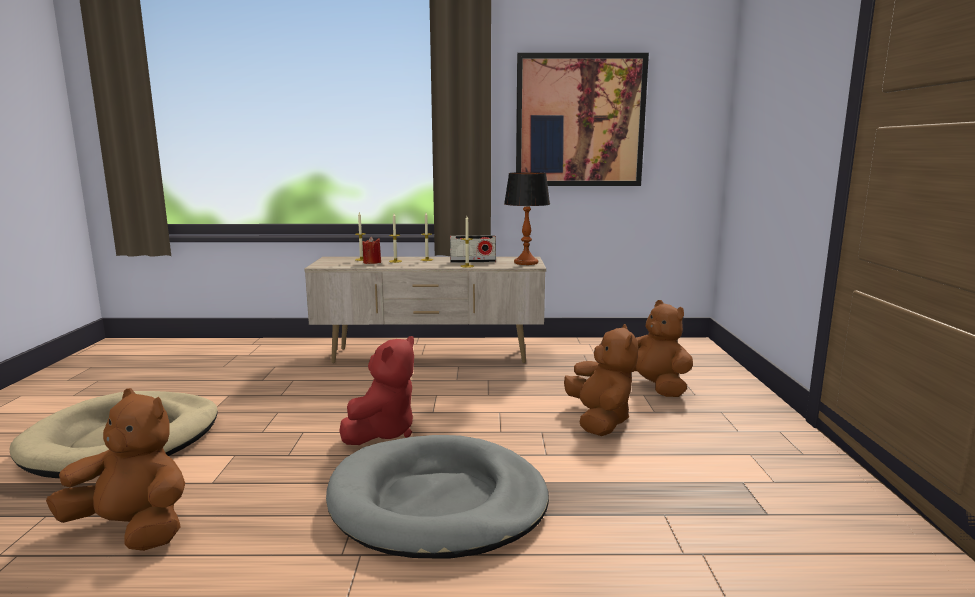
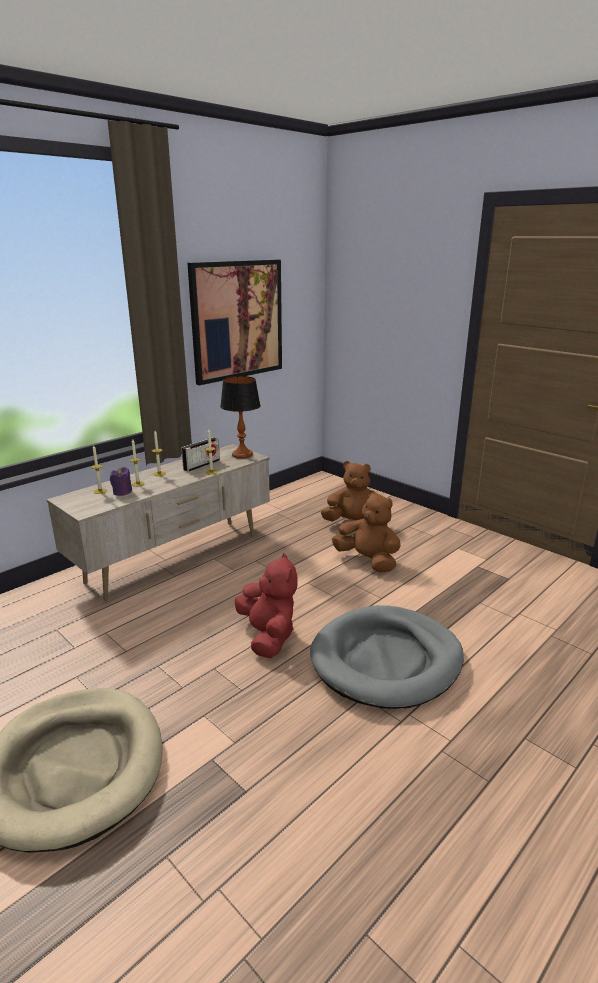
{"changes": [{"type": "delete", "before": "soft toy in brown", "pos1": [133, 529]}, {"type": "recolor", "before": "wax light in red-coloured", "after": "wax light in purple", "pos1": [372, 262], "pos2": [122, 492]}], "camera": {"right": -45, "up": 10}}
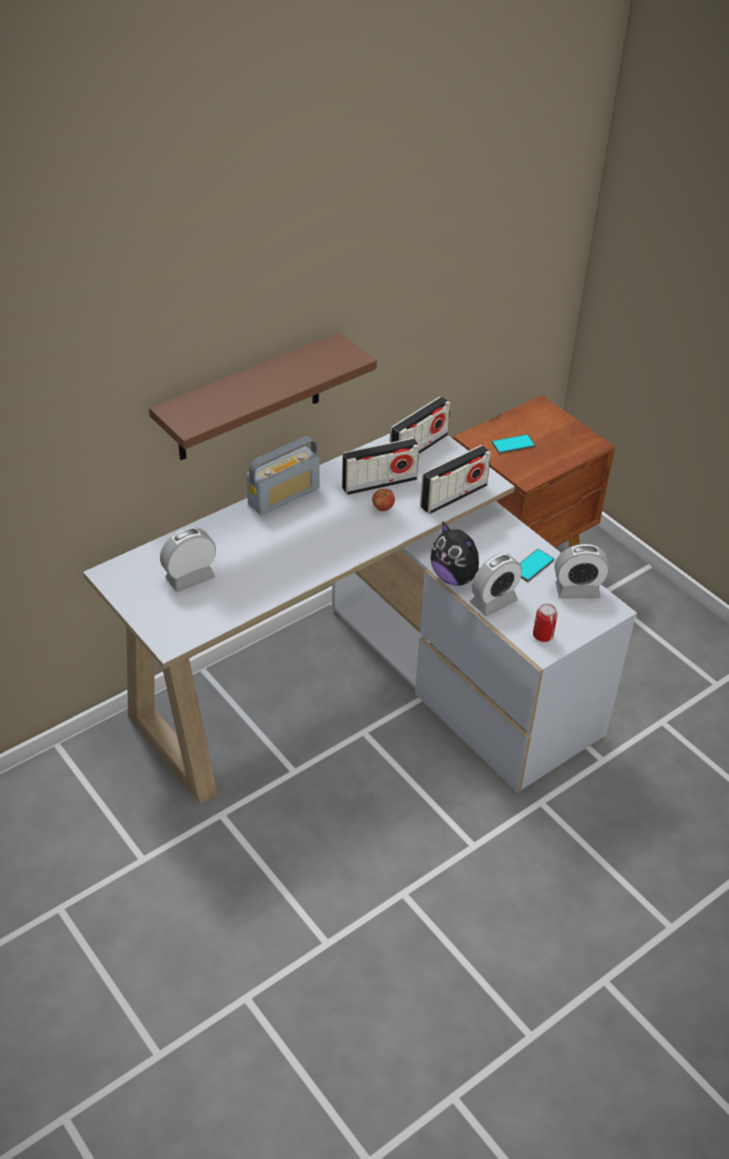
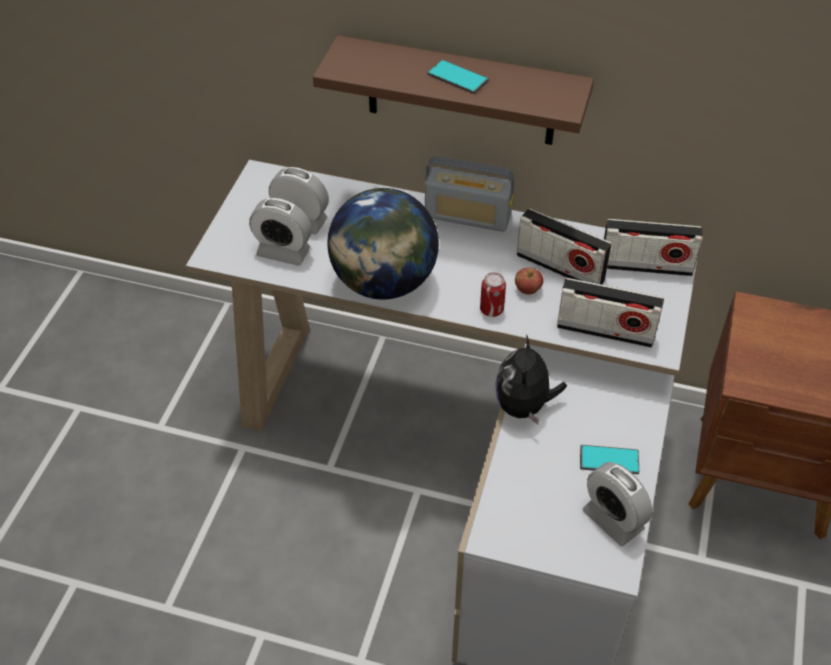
{"changes": [{"type": "move", "before": "bedside clock", "pos1": [493, 602], "pos2": [283, 252]}, {"type": "move", "before": "telephone", "pos1": [513, 444], "pos2": [458, 77]}, {"type": "move", "before": "can", "pos1": [542, 636], "pos2": [491, 309]}, {"type": "insert", "after": "desk globe", "pos2": [384, 282]}], "camera": {"right": 55, "up": 5}}
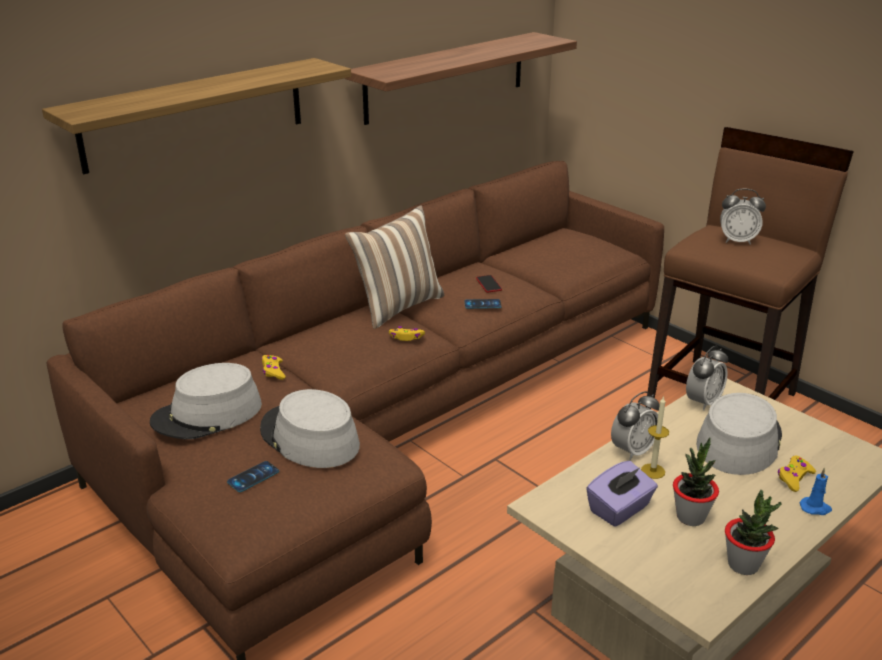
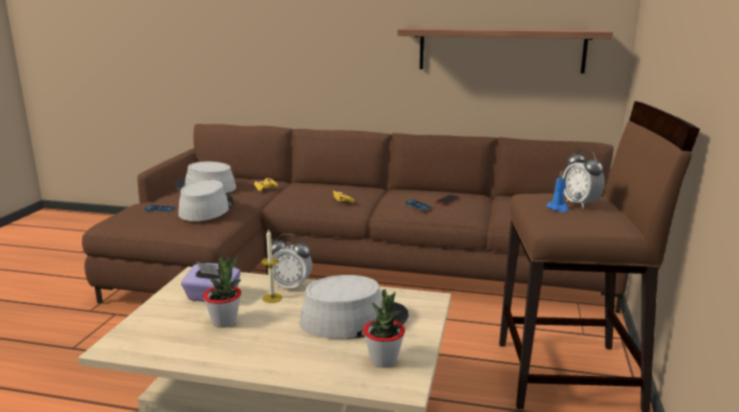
{"changes": [{"type": "delete", "before": "bracket shelf", "pos1": [195, 114]}, {"type": "delete", "before": "pillow", "pos1": [397, 307]}, {"type": "delete", "before": "bedside clock", "pos1": [703, 402]}, {"type": "move", "before": "houseplant", "pos1": [743, 565], "pos2": [383, 360]}, {"type": "delete", "before": "gamepad in yellowish", "pos1": [794, 478]}, {"type": "move", "before": "wax light in bluish", "pos1": [815, 508], "pos2": [558, 208]}], "camera": {"right": 55, "up": -10}}
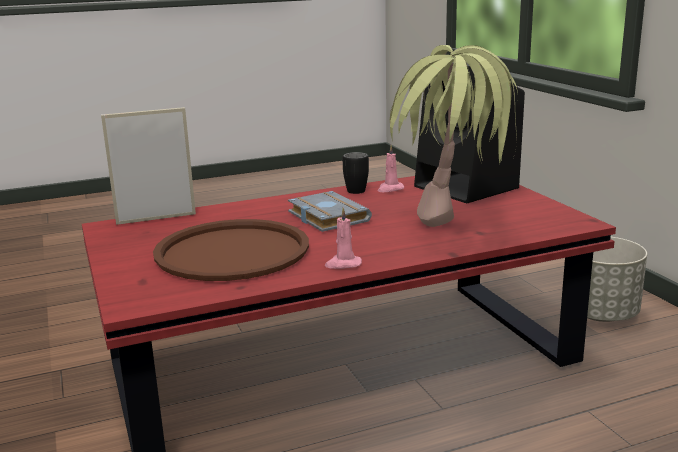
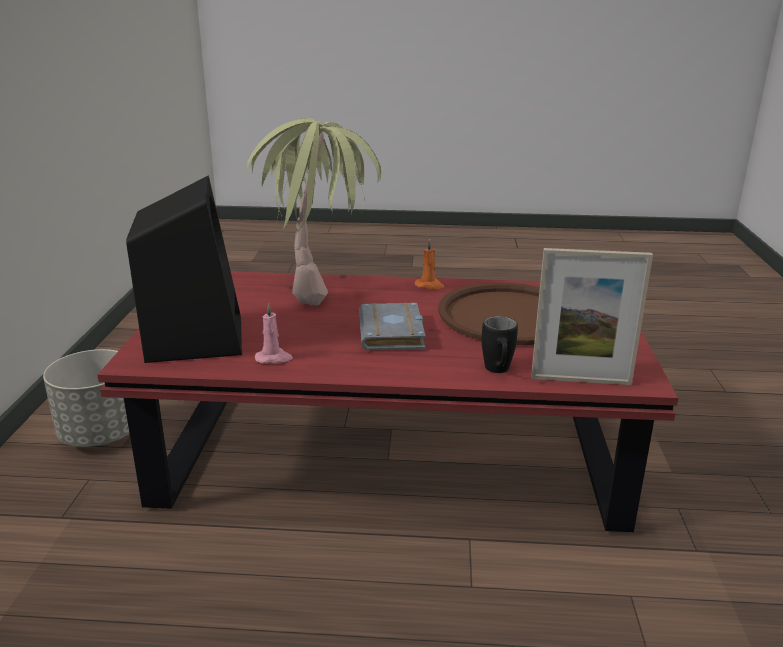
{"changes": [{"type": "recolor", "before": "wax light in pinkish", "after": "wax light in orange-coloured", "pos1": [343, 264], "pos2": [429, 285]}, {"type": "move", "before": "mug in black", "pos1": [353, 189], "pos2": [498, 371]}], "camera": {"right": -155, "up": 5}}
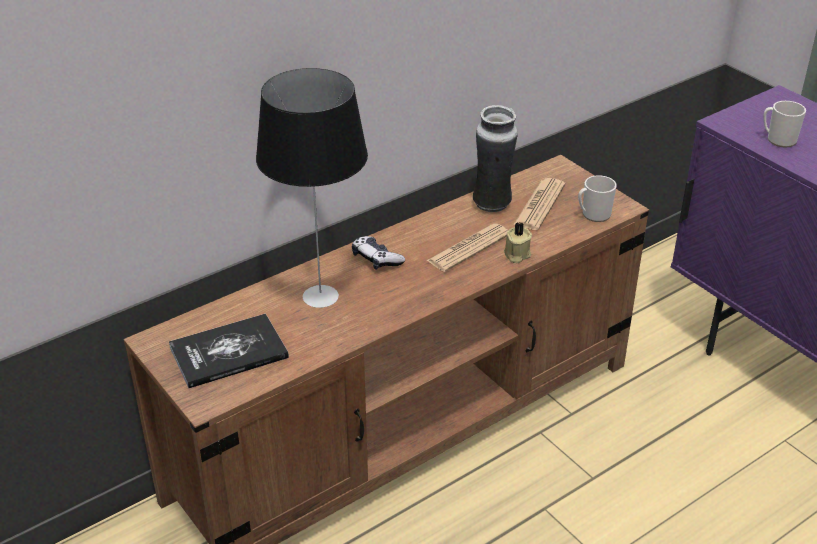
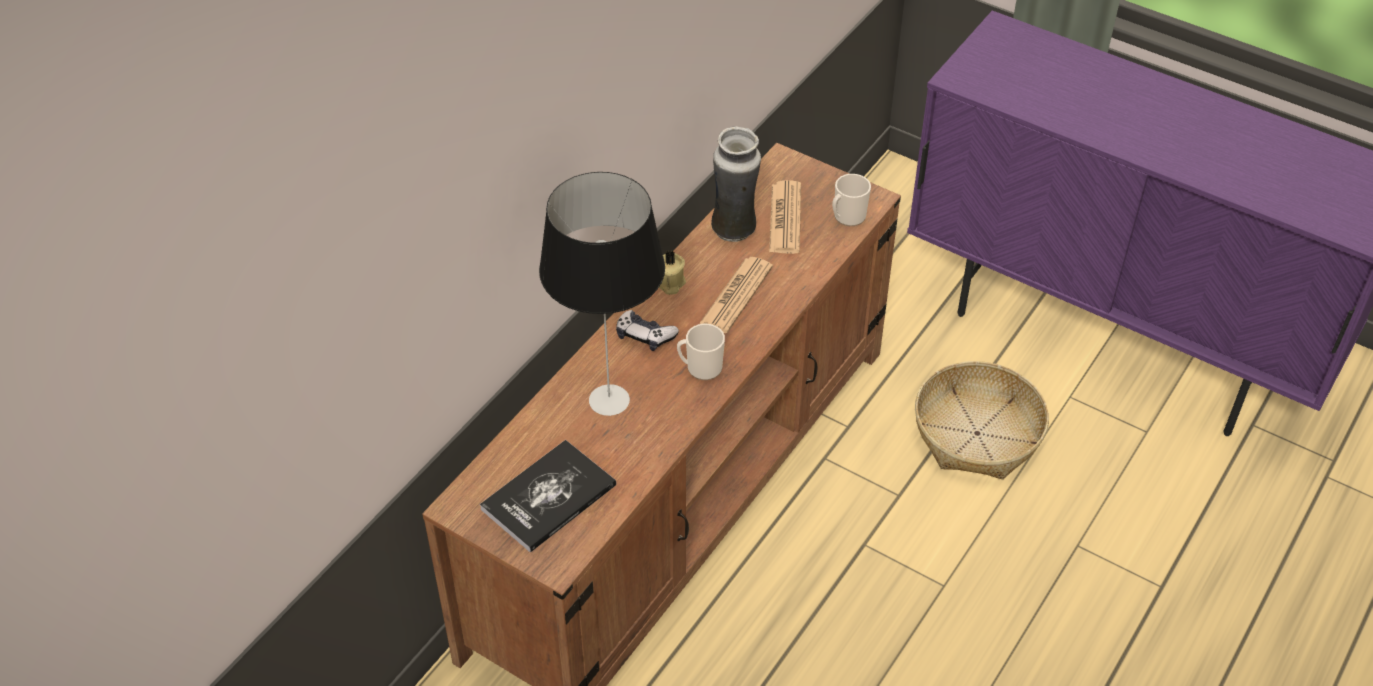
{"changes": [{"type": "move", "before": "wax light in beige-coloured", "pos1": [516, 255], "pos2": [669, 283]}, {"type": "move", "before": "mug", "pos1": [778, 139], "pos2": [700, 368]}, {"type": "insert", "after": "household basket", "pos2": [976, 434]}], "camera": {"right": -20, "up": 10}}
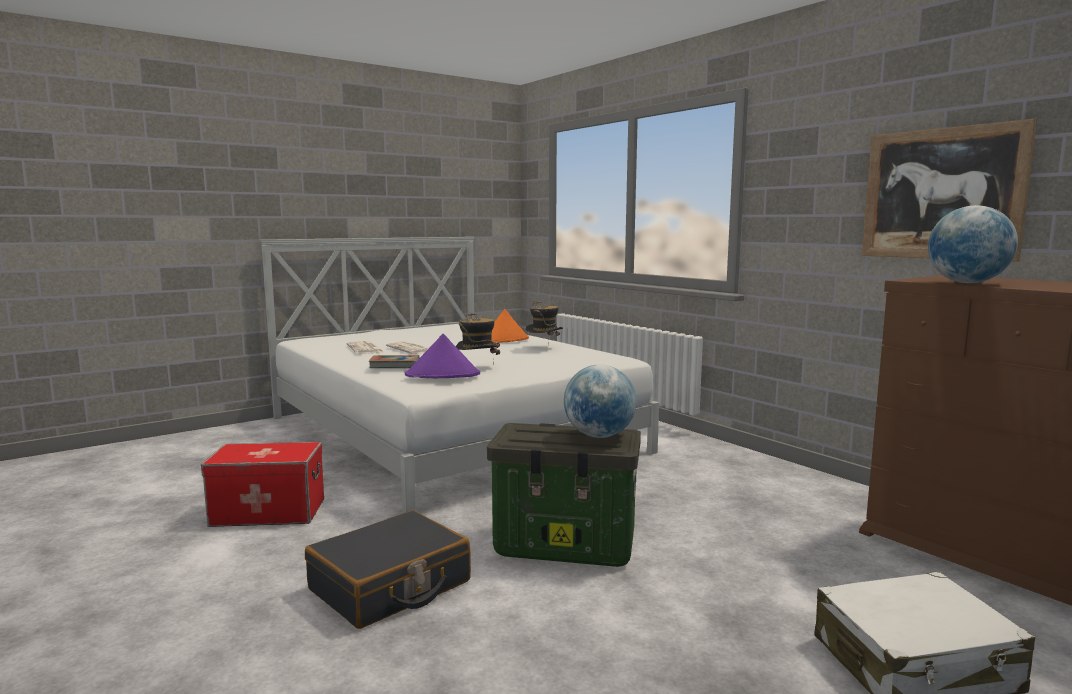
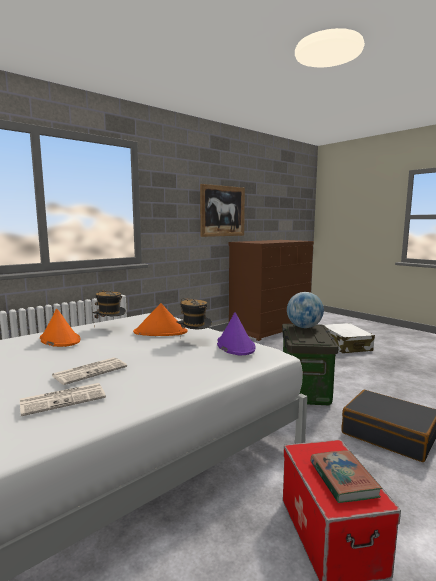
{"changes": [{"type": "move", "before": "bound book", "pos1": [395, 365], "pos2": [343, 479]}, {"type": "delete", "before": "desk globe", "pos1": [967, 283]}, {"type": "insert", "after": "wearable hat in orange-coloured", "pos2": [160, 332]}], "camera": {"right": -95, "up": 0}}
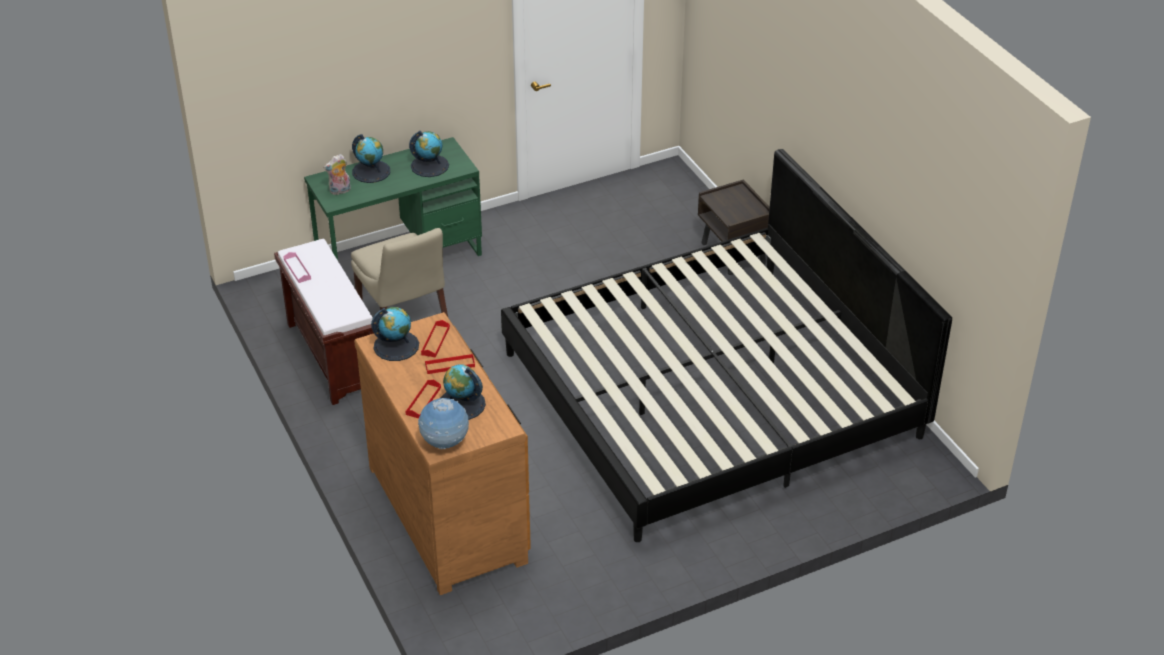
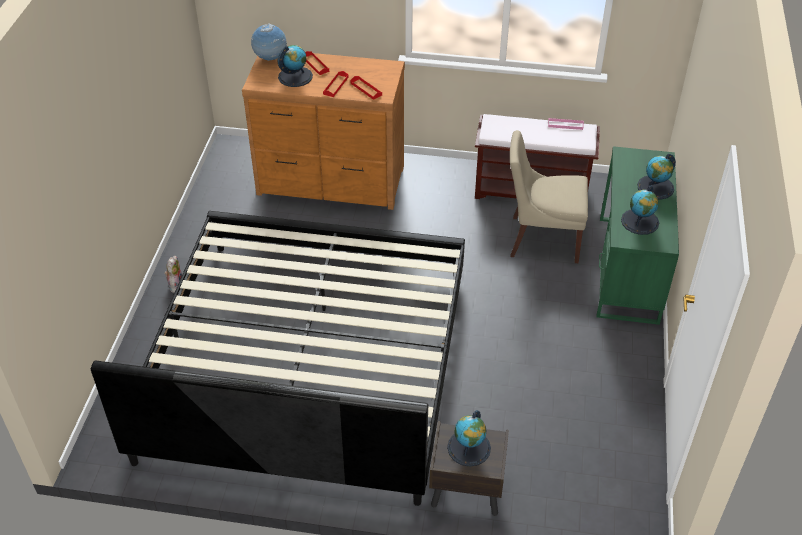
{"changes": [{"type": "move", "before": "soft toy", "pos1": [340, 191], "pos2": [176, 285]}, {"type": "move", "before": "desk globe", "pos1": [396, 346], "pos2": [469, 448]}], "camera": {"right": 125, "up": 5}}
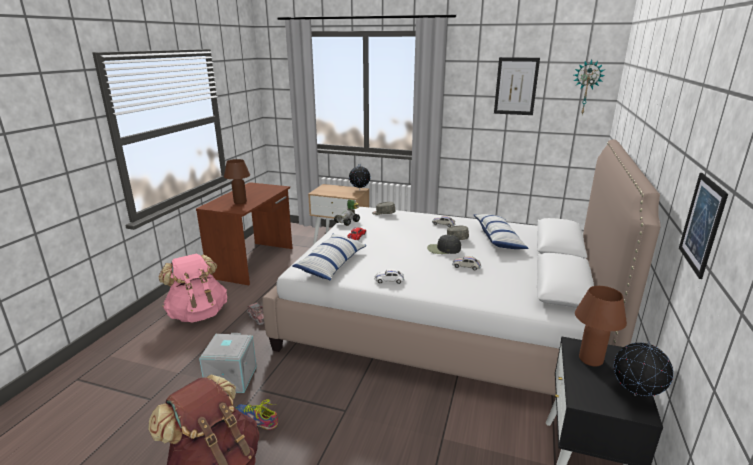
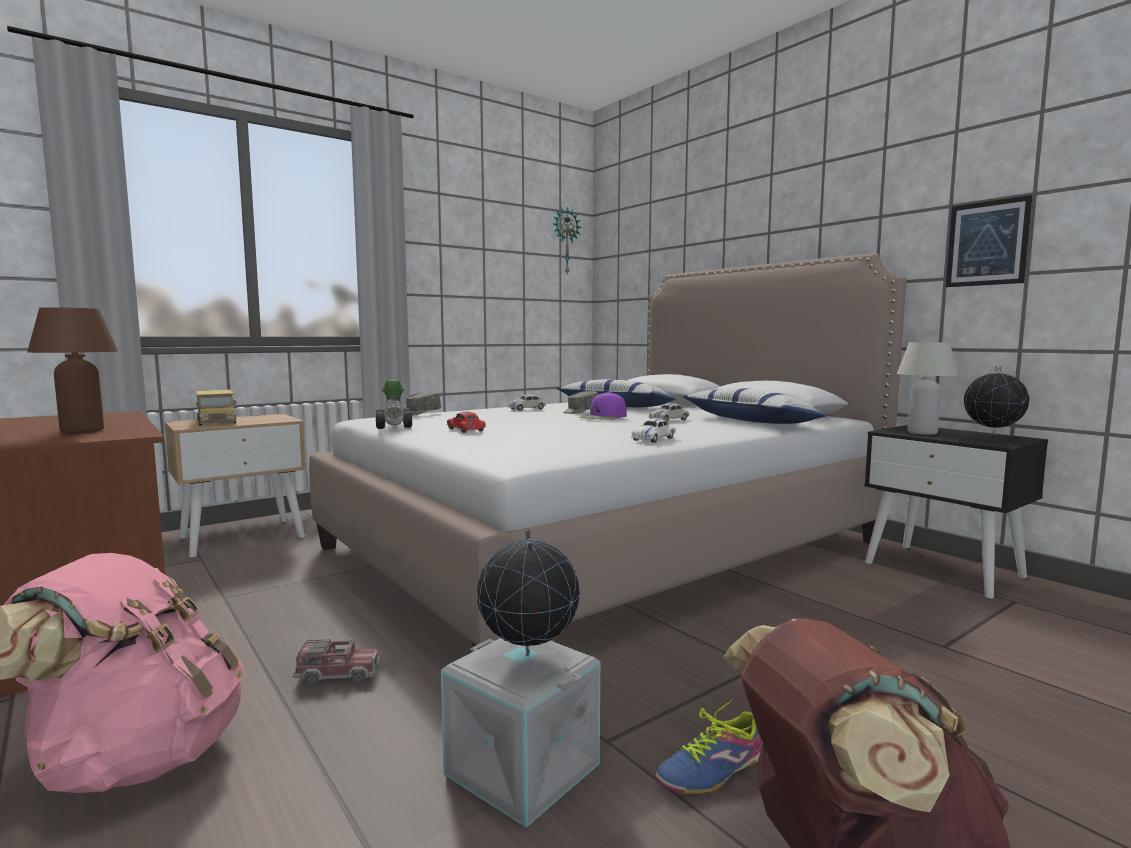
{"changes": [{"type": "move", "before": "pillow", "pos1": [332, 264], "pos2": [750, 421]}, {"type": "move", "before": "desk globe", "pos1": [359, 190], "pos2": [529, 654]}, {"type": "recolor", "before": "cap in black", "after": "cap in purple", "pos1": [443, 249], "pos2": [603, 417]}, {"type": "delete", "before": "wall art", "pos1": [516, 86]}, {"type": "recolor", "before": "lamp for a table in brown", "after": "lamp for a table in white", "pos1": [590, 360], "pos2": [922, 433]}, {"type": "insert", "after": "toy lorry", "pos2": [216, 421]}], "camera": {"right": -55, "up": -15}}
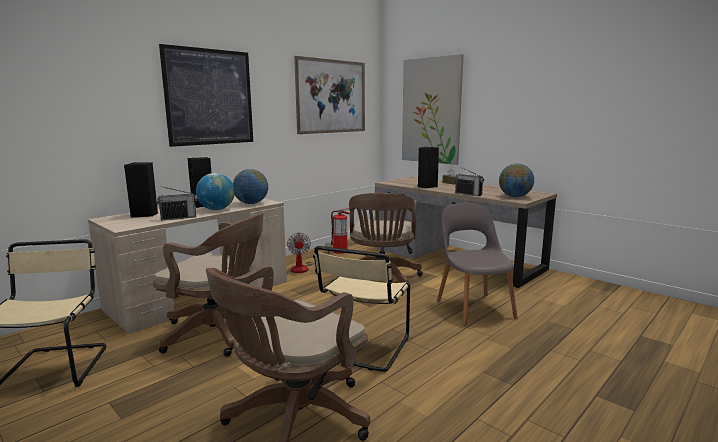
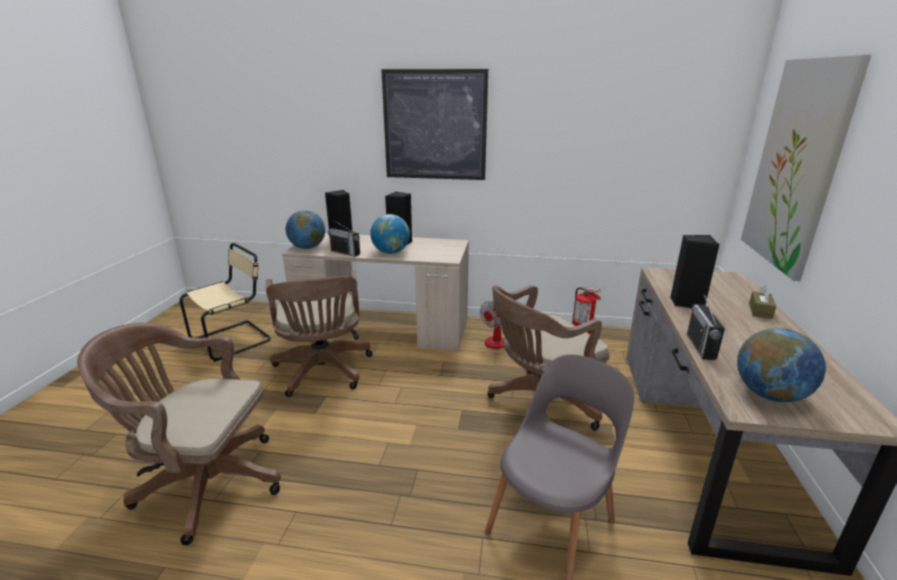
{"changes": [{"type": "move", "before": "desk globe", "pos1": [251, 203], "pos2": [307, 247]}, {"type": "delete", "before": "wall art", "pos1": [332, 96]}, {"type": "delete", "before": "upright chair in beige-coloured", "pos1": [363, 349]}], "camera": {"right": 55, "up": 10}}
